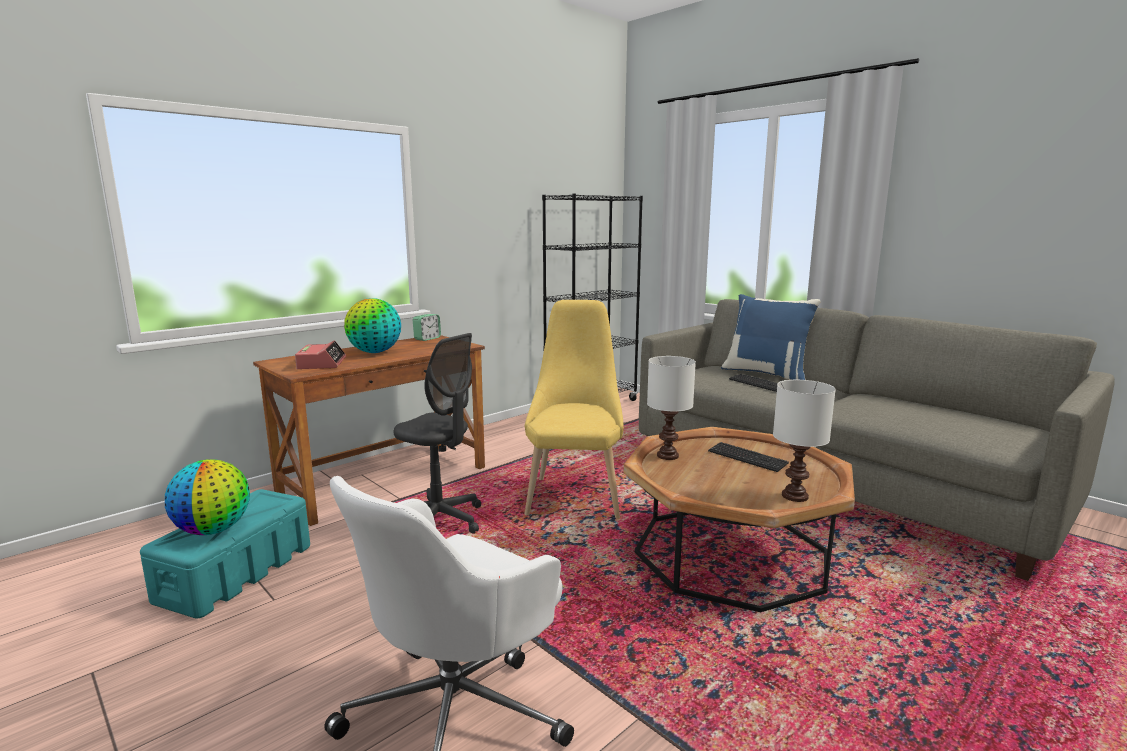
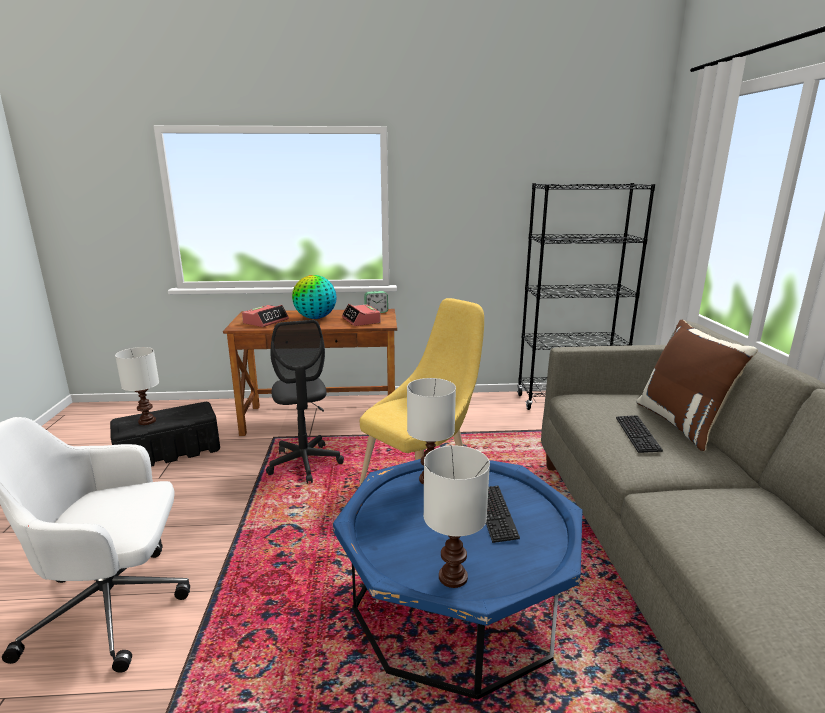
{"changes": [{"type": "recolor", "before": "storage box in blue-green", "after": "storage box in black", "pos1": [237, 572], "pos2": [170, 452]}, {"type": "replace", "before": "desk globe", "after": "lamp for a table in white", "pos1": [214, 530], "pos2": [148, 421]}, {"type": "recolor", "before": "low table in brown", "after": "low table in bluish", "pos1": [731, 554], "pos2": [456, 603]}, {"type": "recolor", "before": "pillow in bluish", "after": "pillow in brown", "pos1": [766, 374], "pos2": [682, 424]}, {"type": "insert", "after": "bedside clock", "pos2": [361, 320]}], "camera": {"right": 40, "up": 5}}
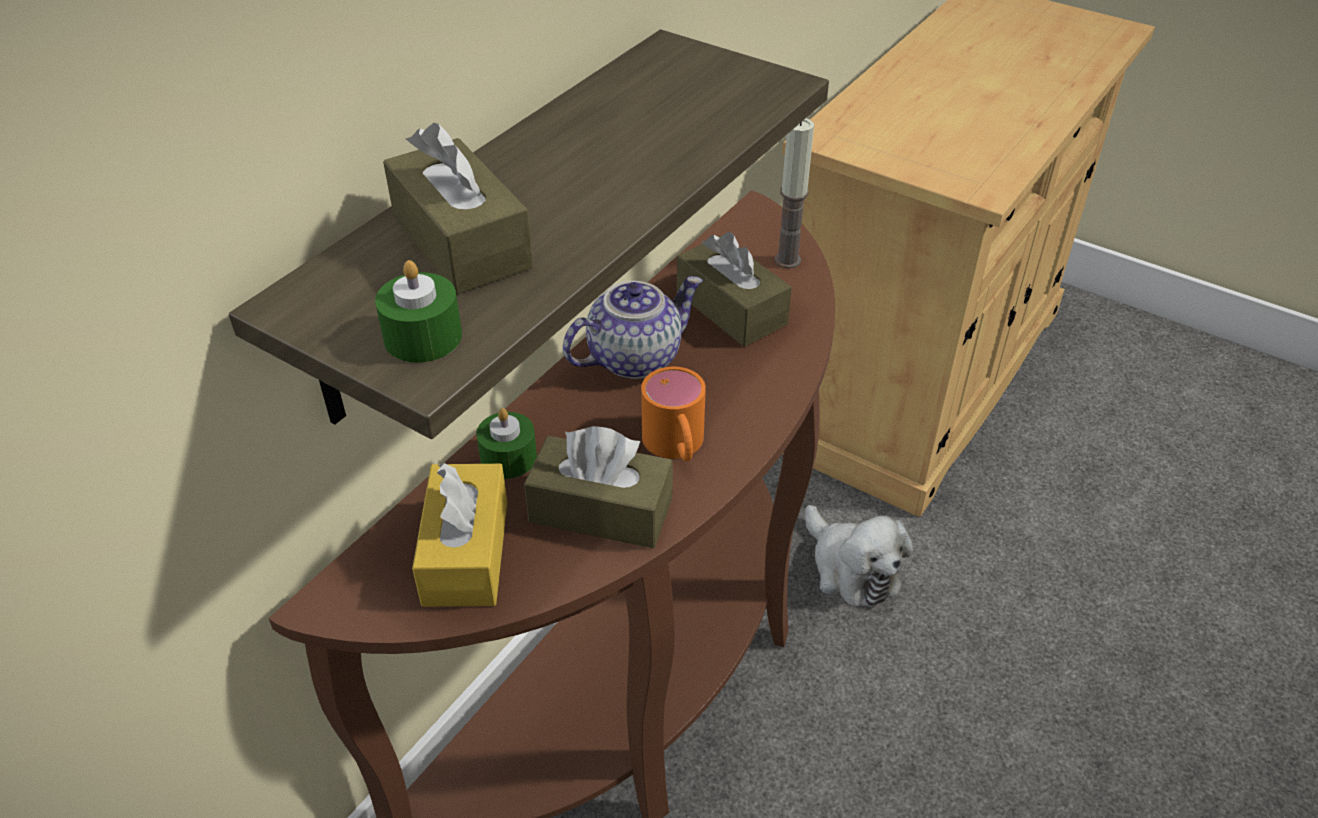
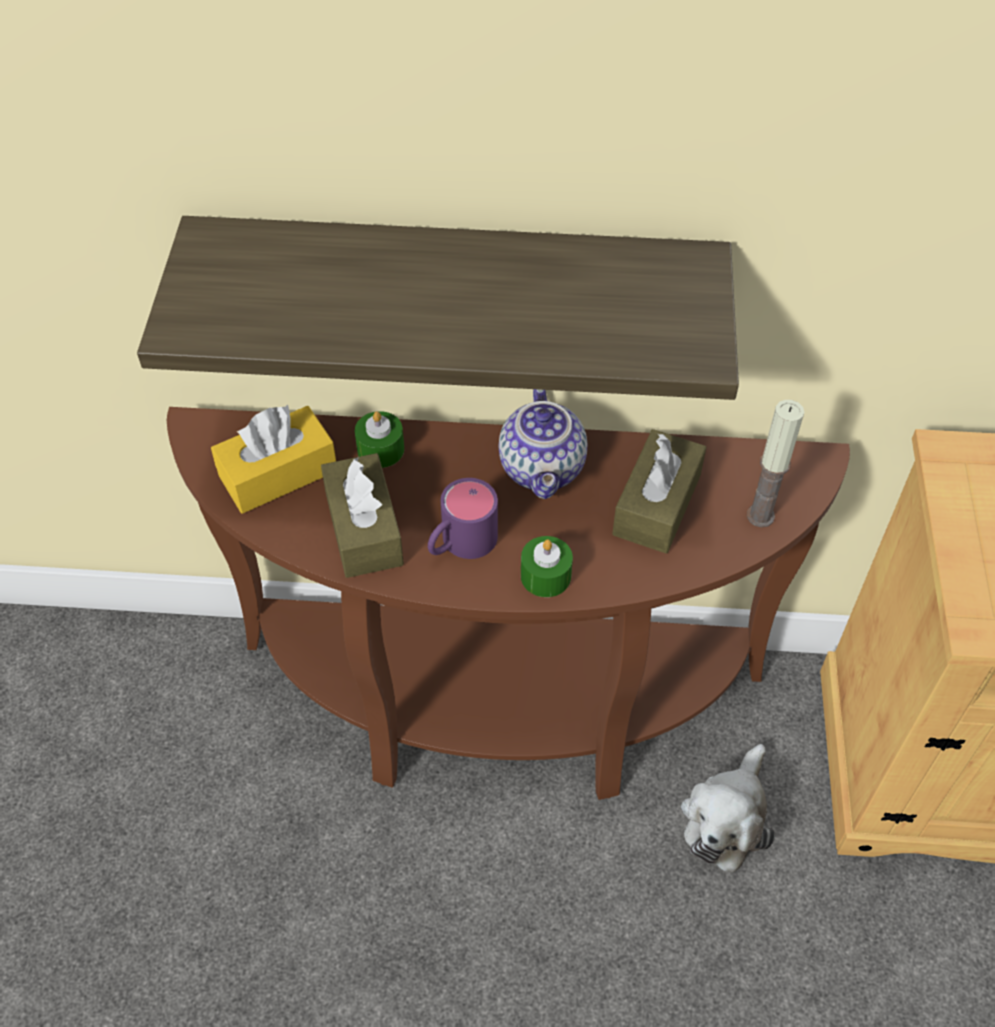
{"changes": [{"type": "move", "before": "wax light in greenish", "pos1": [423, 337], "pos2": [545, 576]}, {"type": "delete", "before": "tissue holder in brown", "pos1": [461, 242]}, {"type": "rotate", "before": "teapot", "pos1": [634, 357], "pos2": [544, 468], "turn": 60}, {"type": "recolor", "before": "mug in orange-coloured", "after": "mug in purple", "pos1": [676, 447], "pos2": [460, 544]}], "camera": {"right": 60, "up": 10}}
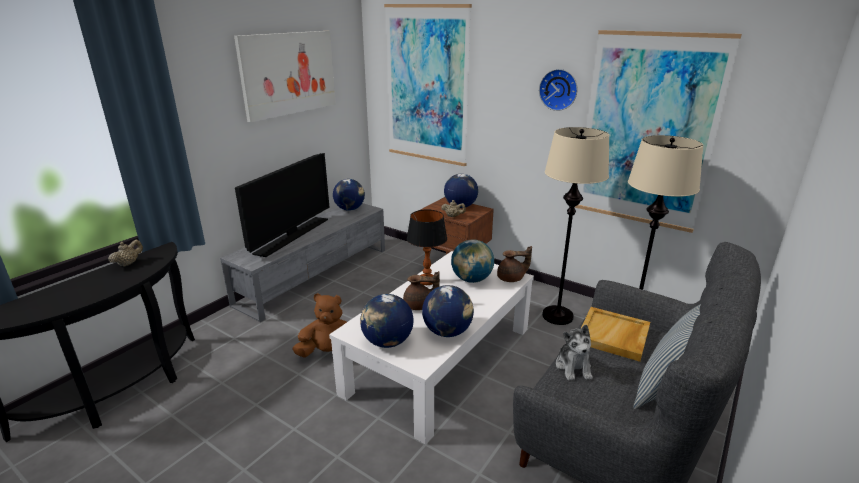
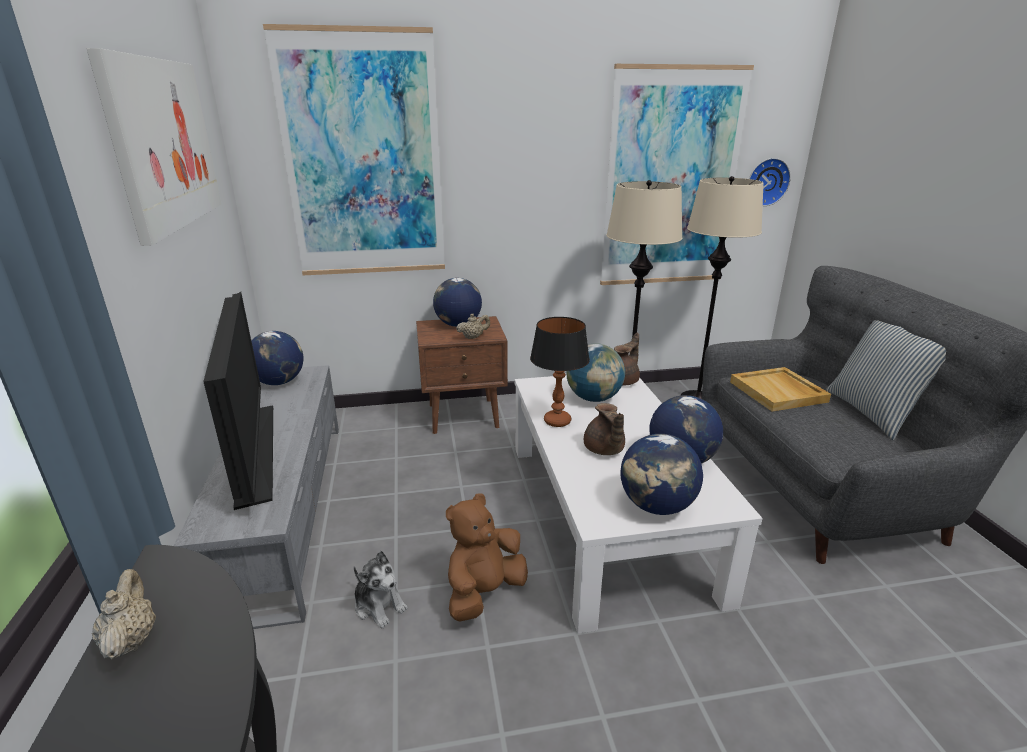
{"changes": [{"type": "rotate", "before": "teapot in brown", "pos1": [419, 306], "pos2": [604, 450], "turn": 120}, {"type": "move", "before": "wall clock", "pos1": [559, 89], "pos2": [766, 182]}, {"type": "move", "before": "soft toy", "pos1": [573, 367], "pos2": [379, 605]}], "camera": {"right": -45, "up": 0}}
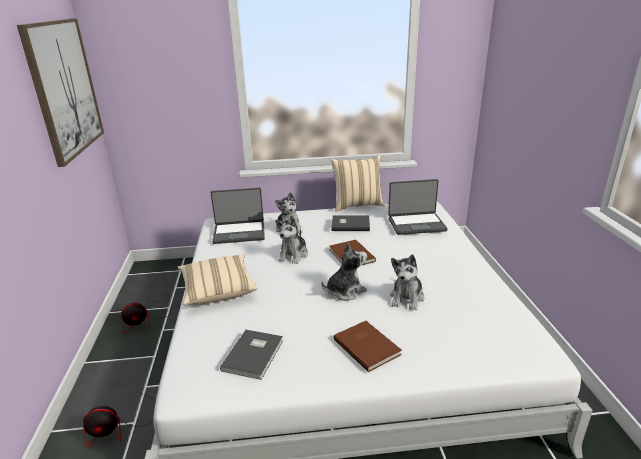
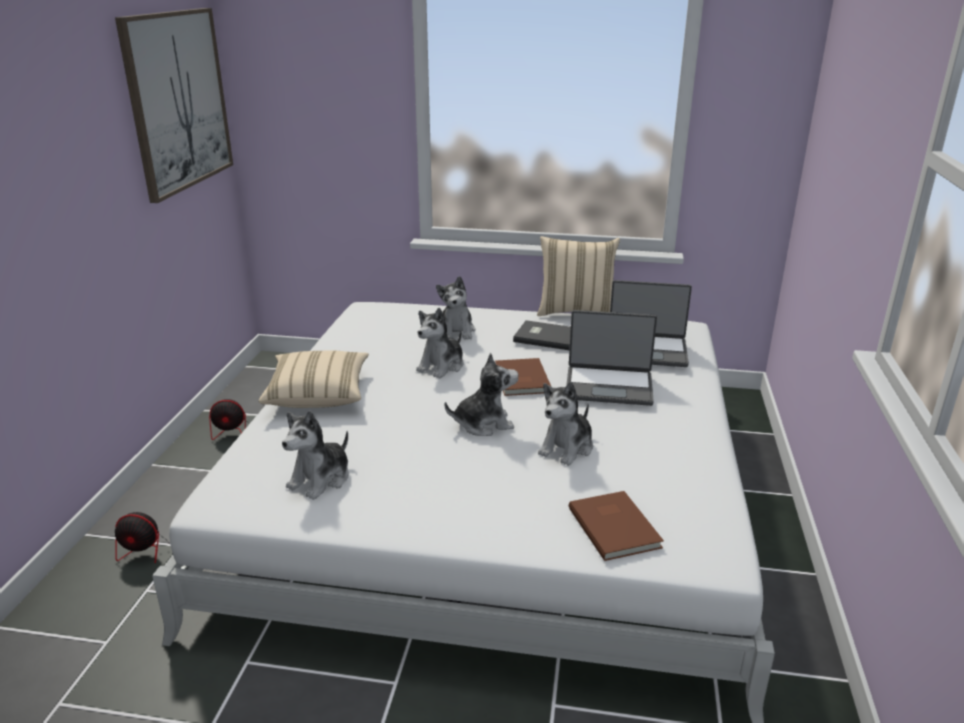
{"changes": [{"type": "move", "before": "notebook computer", "pos1": [239, 233], "pos2": [609, 386]}, {"type": "replace", "before": "bound book in gray", "after": "soft toy", "pos1": [255, 355], "pos2": [321, 479]}, {"type": "move", "before": "bound book in brown", "pos1": [367, 346], "pos2": [615, 526]}], "camera": {"right": 15, "up": 0}}
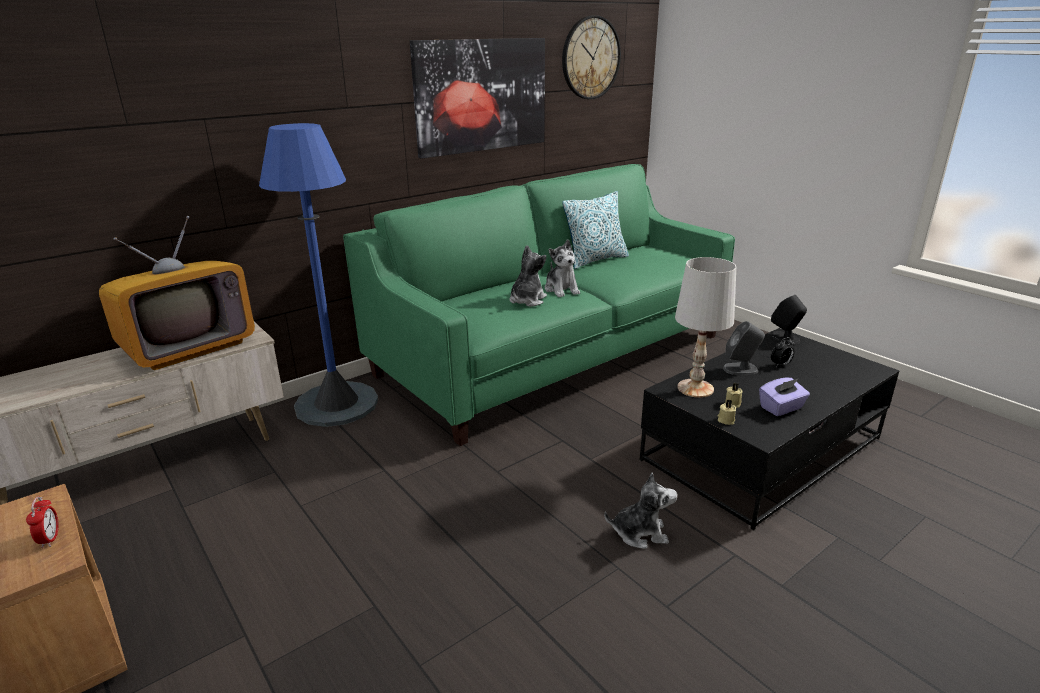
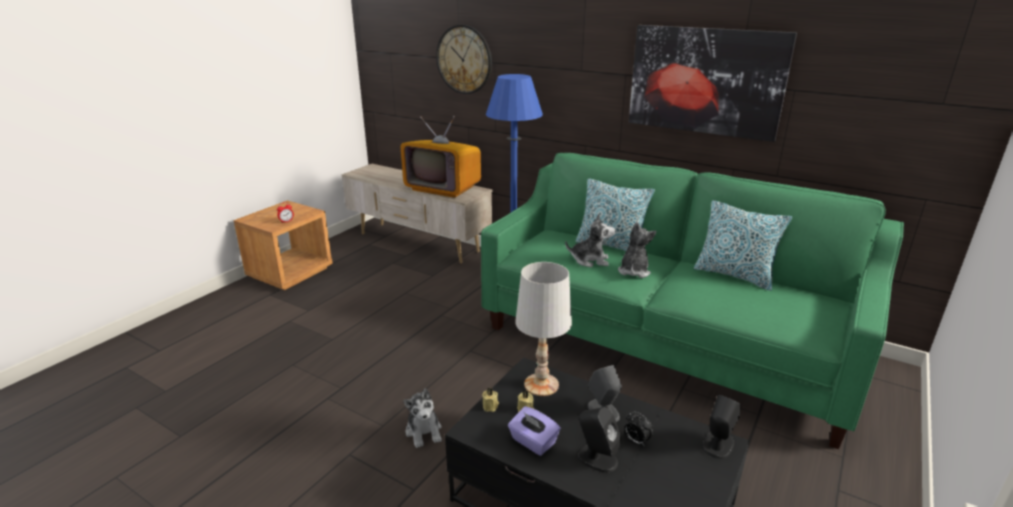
{"changes": [{"type": "rotate", "before": "soft toy", "pos1": [561, 289], "pos2": [634, 271], "turn": 150}, {"type": "move", "before": "wall clock", "pos1": [590, 58], "pos2": [464, 59]}, {"type": "insert", "after": "pillow", "pos2": [611, 245]}, {"type": "insert", "after": "loudspeaker in black", "pos2": [596, 458]}], "camera": {"right": 70, "up": 0}}
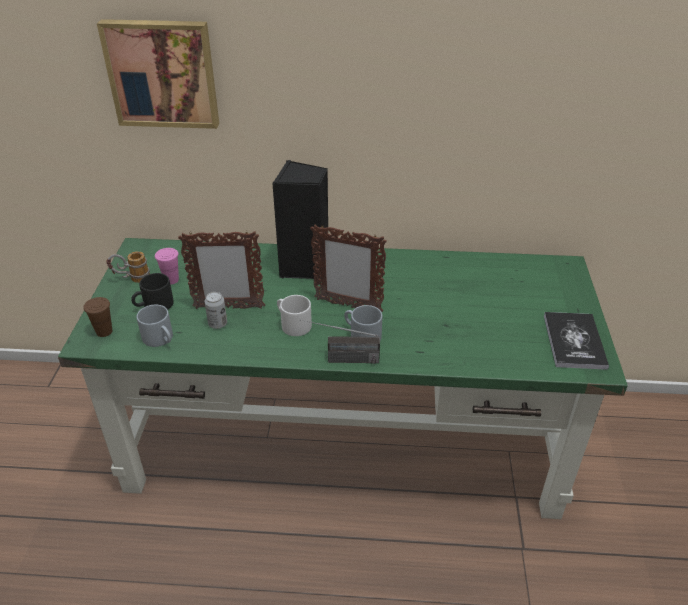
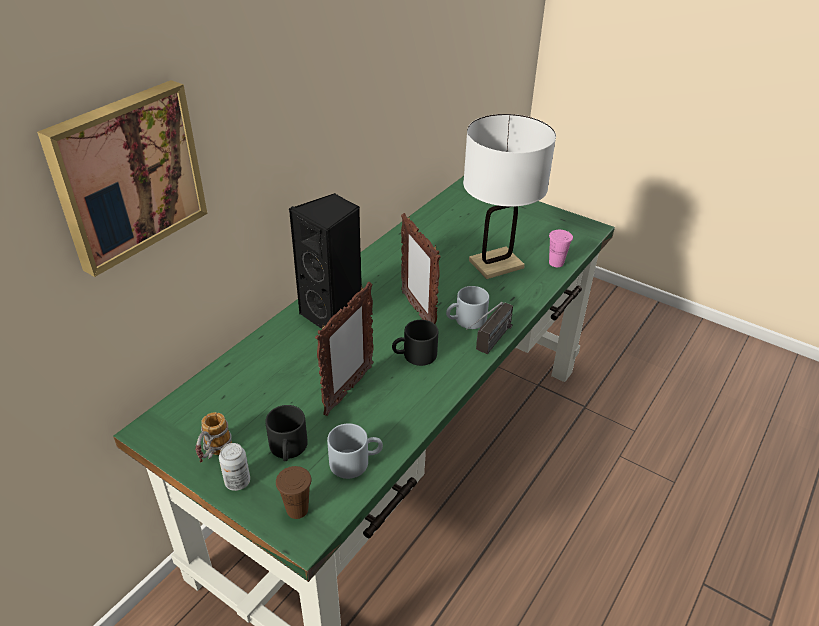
{"changes": [{"type": "move", "before": "cup in pinkish", "pos1": [171, 280], "pos2": [556, 263]}, {"type": "move", "before": "can", "pos1": [217, 324], "pos2": [237, 482]}, {"type": "recolor", "before": "mug in white", "after": "mug in black", "pos1": [292, 324], "pos2": [414, 356]}, {"type": "rotate", "before": "picture frame", "pos1": [347, 306], "pos2": [418, 312], "turn": 105}, {"type": "delete", "before": "bound book", "pos1": [574, 341]}, {"type": "insert", "after": "lamp for a table in white", "pos2": [496, 264]}], "camera": {"right": -60, "up": 0}}
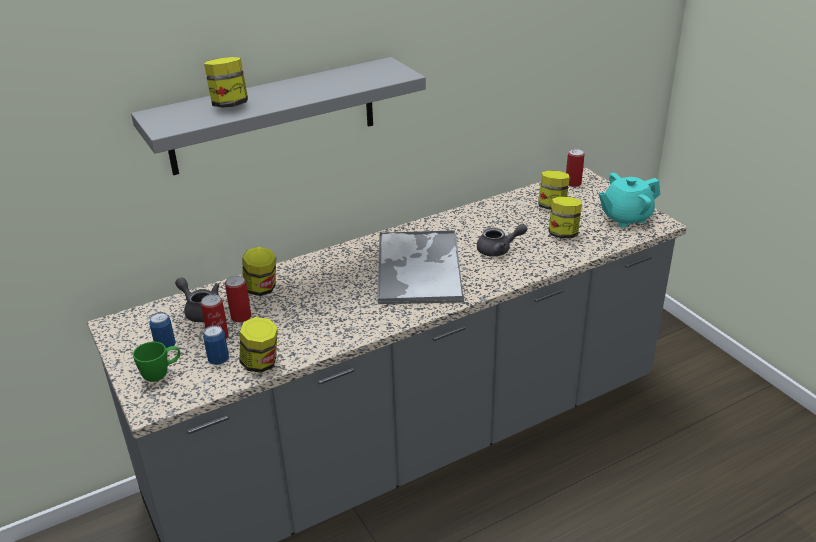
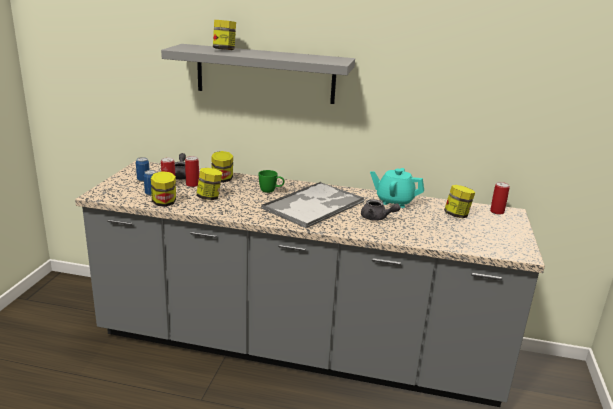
{"changes": [{"type": "move", "before": "mug in greenish", "pos1": [161, 374], "pos2": [271, 191]}, {"type": "move", "before": "jar", "pos1": [563, 234], "pos2": [209, 198]}, {"type": "move", "before": "teapot in blue-green", "pos1": [625, 218], "pos2": [394, 201]}], "camera": {"right": 40, "up": -10}}
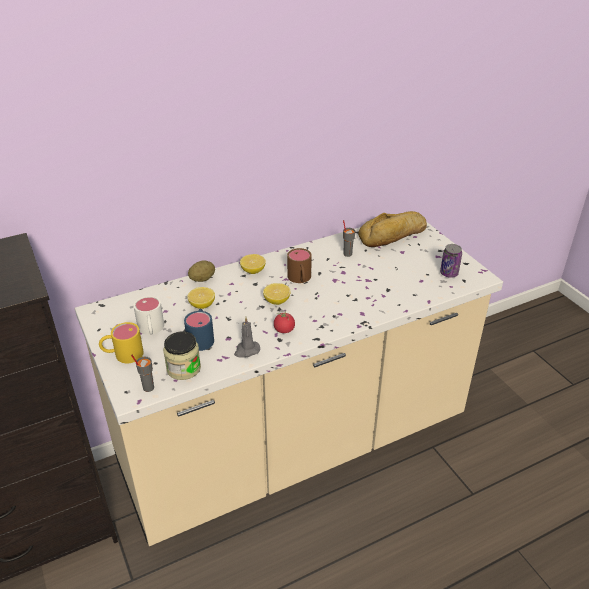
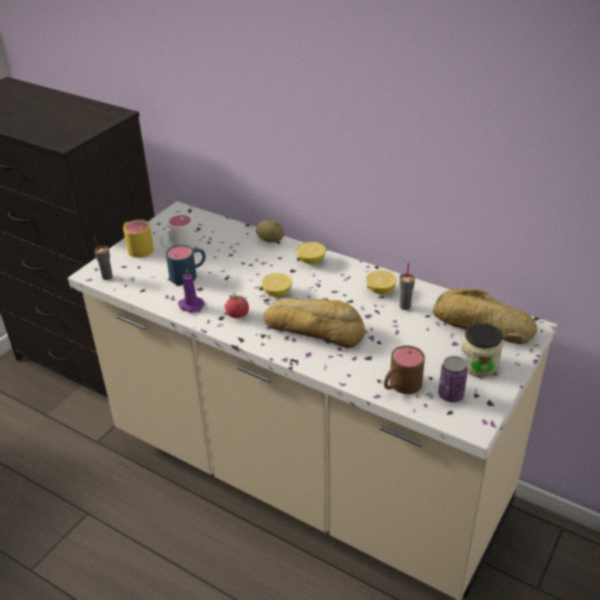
{"changes": [{"type": "move", "before": "jar", "pos1": [183, 368], "pos2": [478, 365]}, {"type": "move", "before": "whole lemon", "pos1": [202, 305], "pos2": [380, 290]}, {"type": "recolor", "before": "wax light in gray", "after": "wax light in purple", "pos1": [246, 350], "pos2": [190, 305]}, {"type": "move", "before": "mug in brown", "pos1": [300, 279], "pos2": [400, 386]}, {"type": "insert", "after": "bakery bread", "pos2": [314, 328]}], "camera": {"right": 60, "up": 0}}
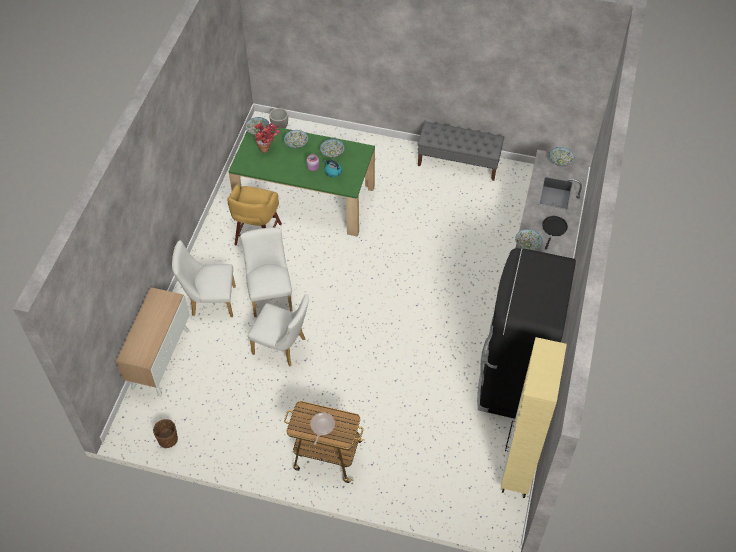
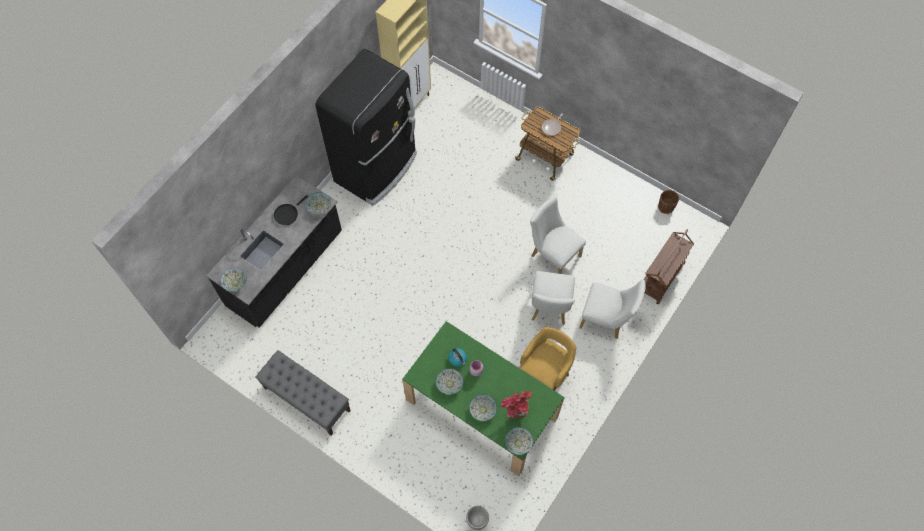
{"changes": [{"type": "replace", "before": "storage cabinet", "after": "cart in brown", "pos1": [160, 358], "pos2": [661, 278]}], "camera": {"right": -160, "up": 10}}
